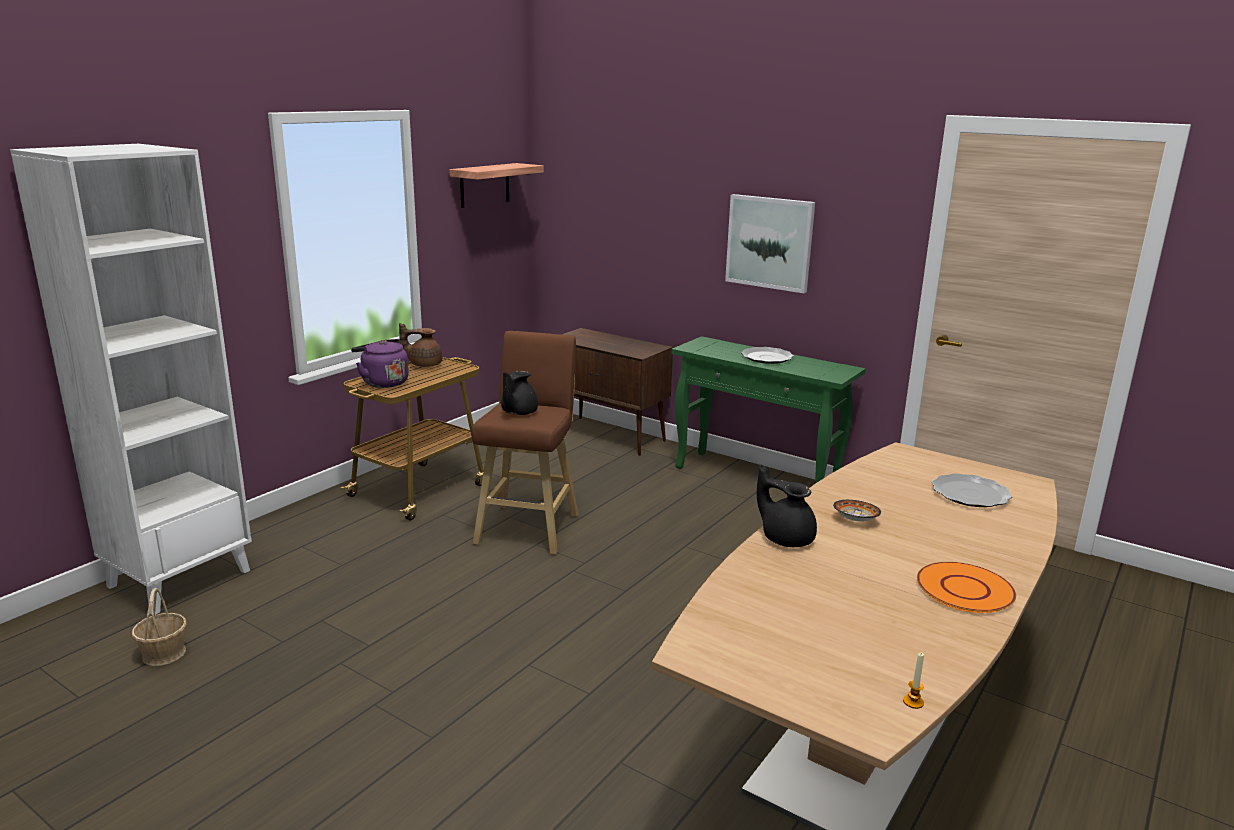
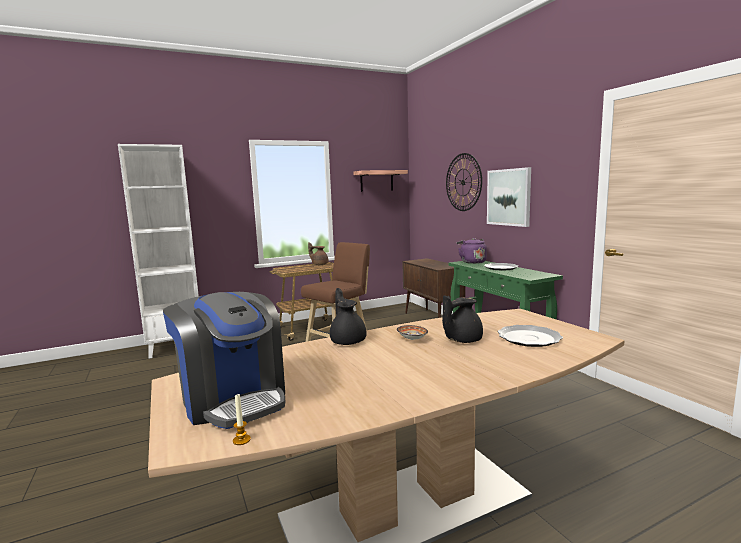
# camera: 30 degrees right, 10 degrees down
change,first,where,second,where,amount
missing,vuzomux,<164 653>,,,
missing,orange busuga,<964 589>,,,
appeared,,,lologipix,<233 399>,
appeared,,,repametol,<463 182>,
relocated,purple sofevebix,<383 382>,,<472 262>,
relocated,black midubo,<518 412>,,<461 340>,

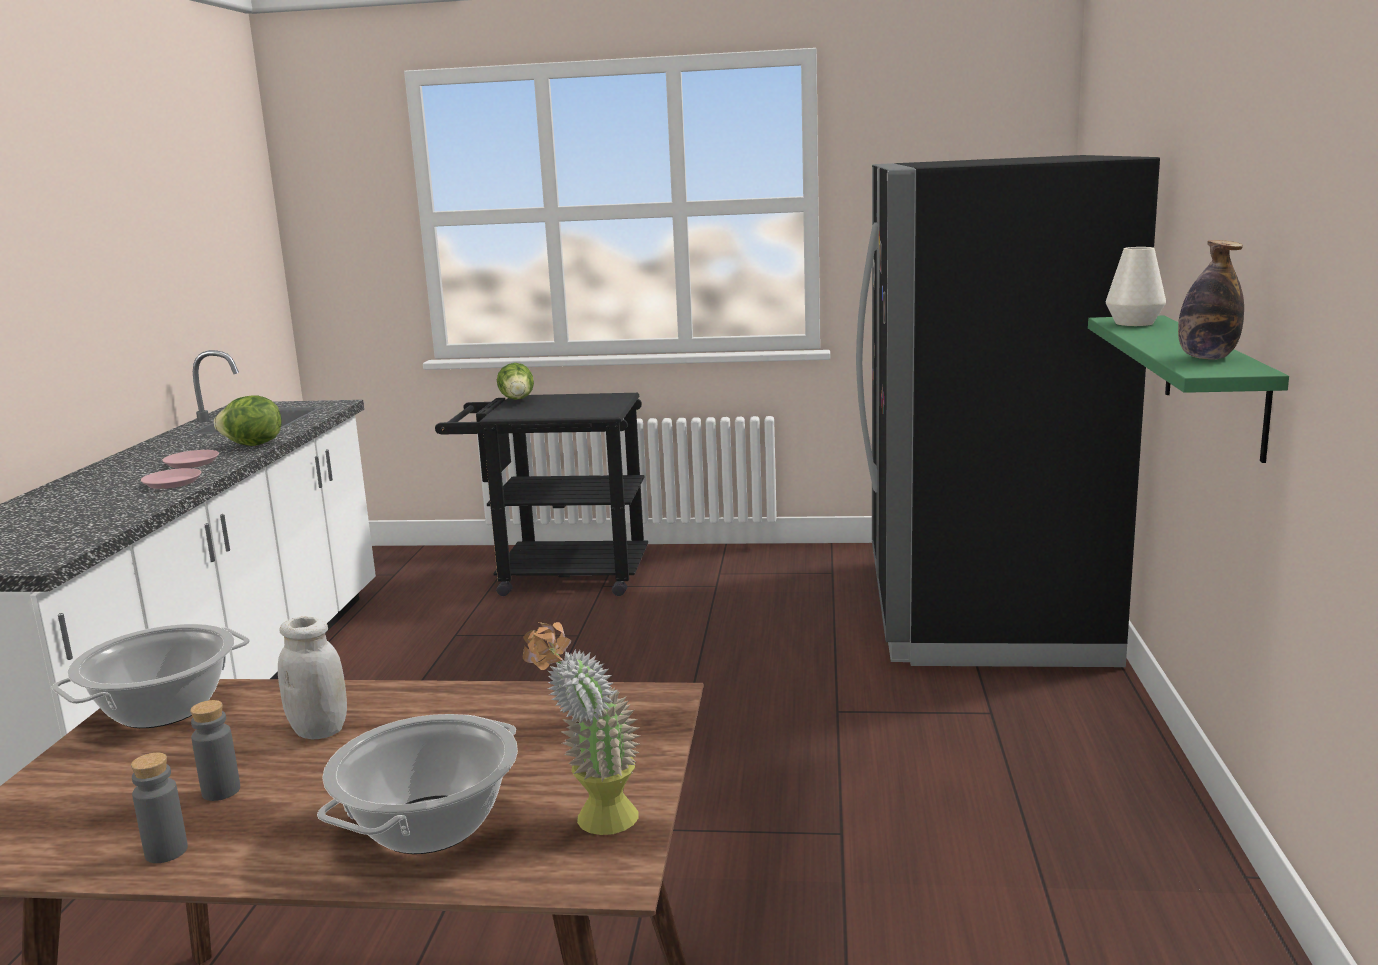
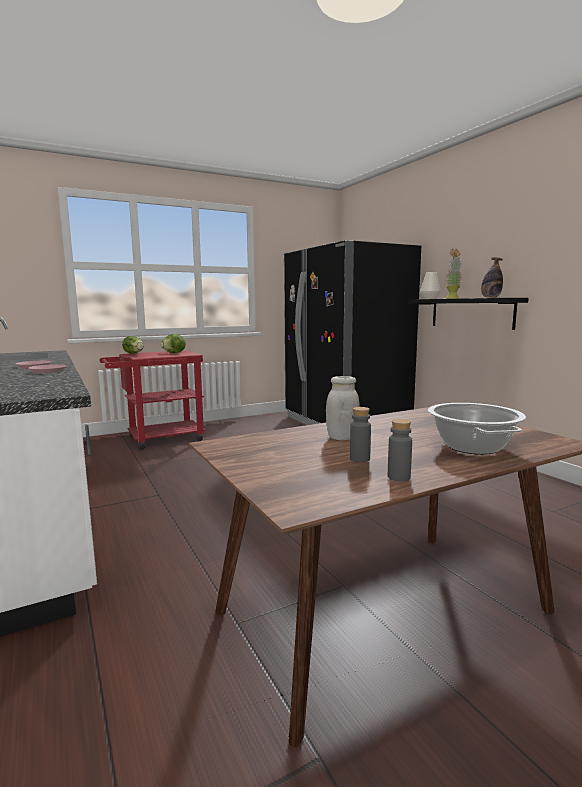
# camera: 35 degrees left, 5 degrees down
change,first,where,second,where,amount
missing,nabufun,<163 709>,,,
relocated,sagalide,<253 445>,,<174 353>,
relocated,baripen,<593 824>,,<452 298>,
colour,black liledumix,<558 576>,red liledumix,<158 439>,
colour,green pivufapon,<1214 382>,black pivufapon,<471 313>,

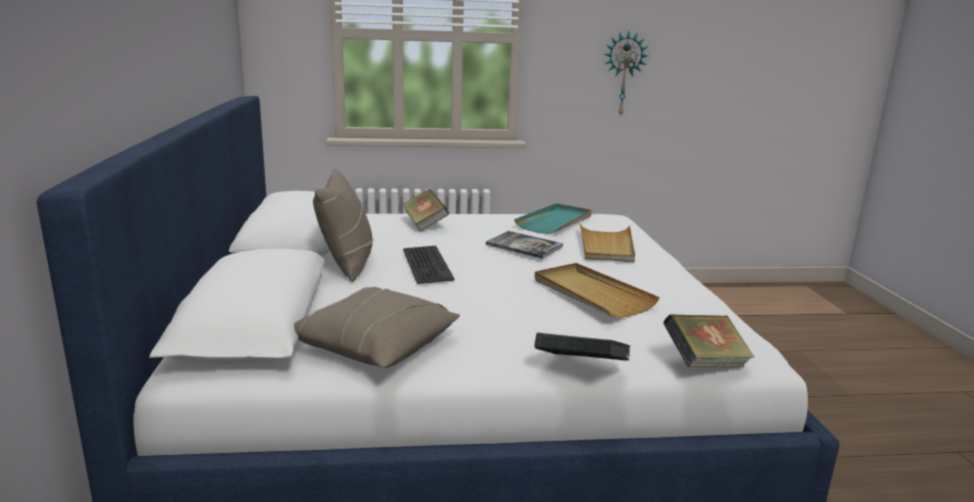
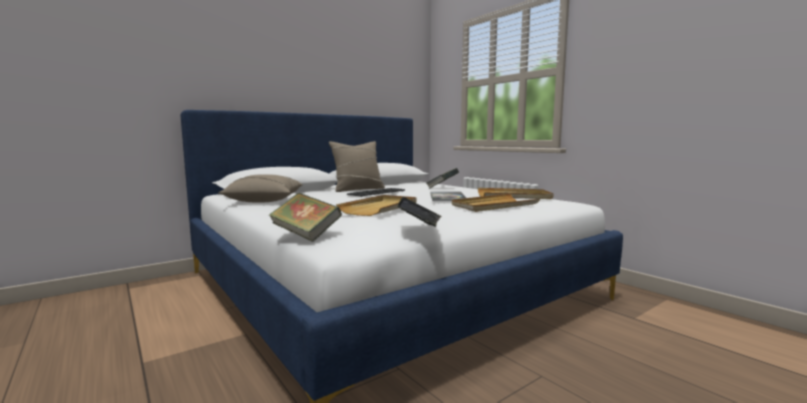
# camera: 60 degrees right, 10 degrees down
change,first,where,second,where,amount
missing,repametol,<623 74>,,,
relocated,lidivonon,<580 370>,,<418 230>,
colour,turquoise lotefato,<555 222>,beige lotefato,<514 196>,

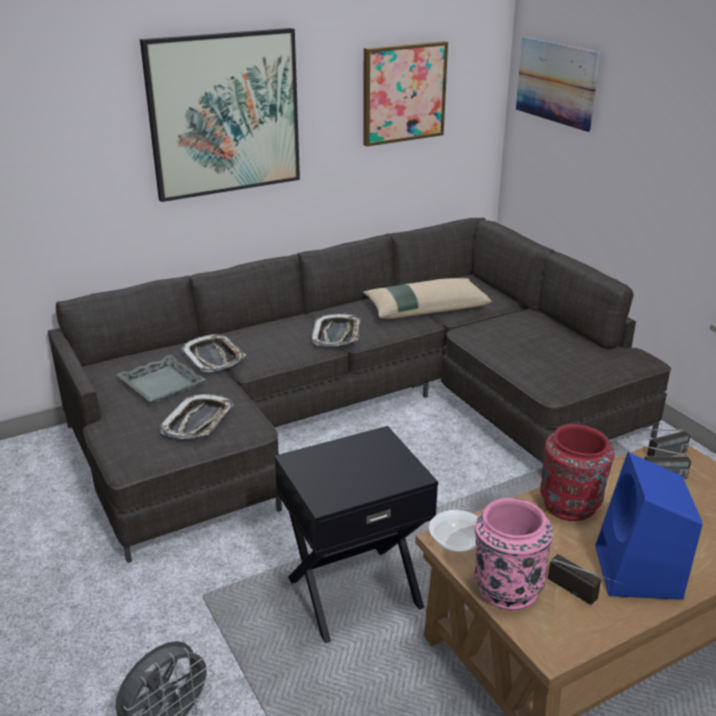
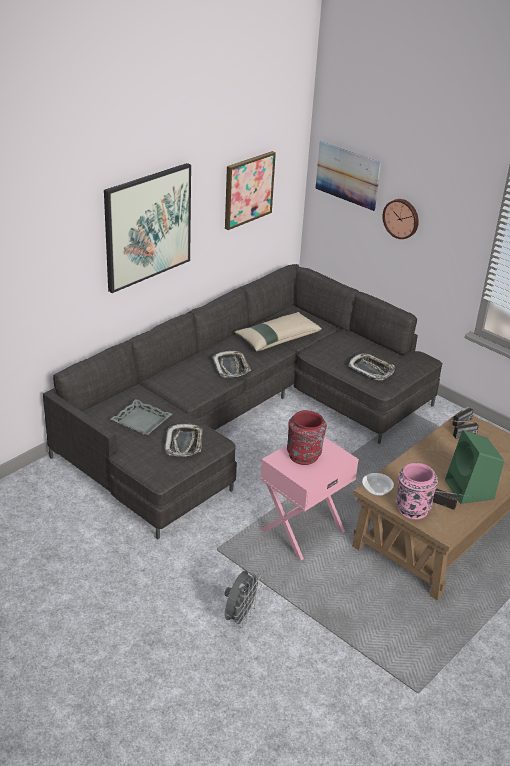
# camera: 20 degrees left, 5 degrees up
change,first,where,second,where,amount
appeared,,,repametol,<401 218>,
relocated,lotefato,<214 357>,,<371 369>,
relocated,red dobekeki,<570 505>,,<304 456>,
colour,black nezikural,<353 592>,pink nezikural,<301 530>,
colour,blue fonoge,<639 573>,green fonoge,<470 490>,

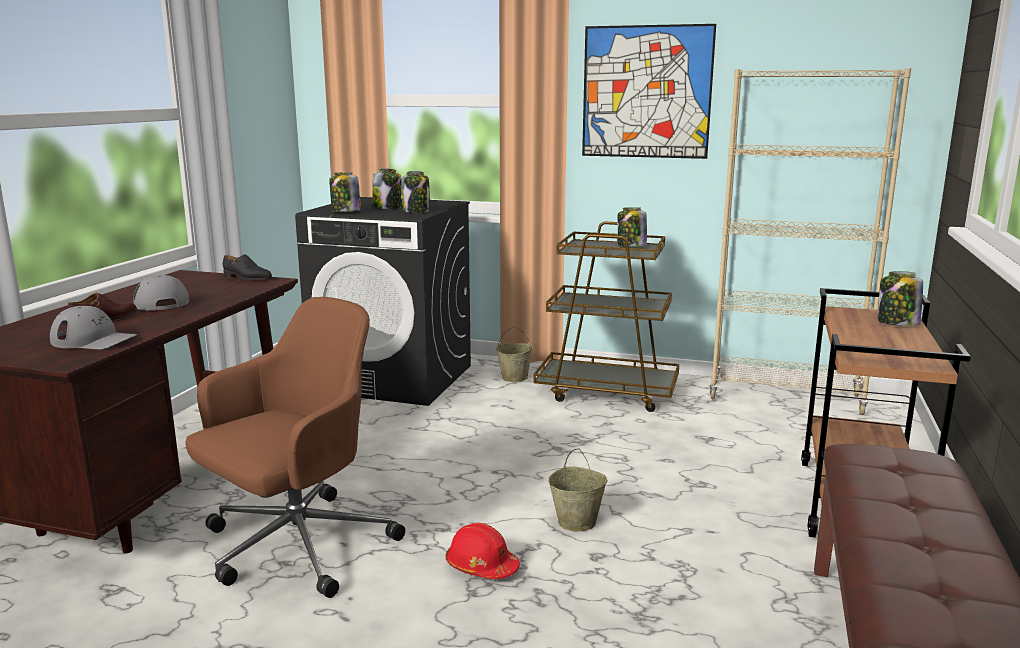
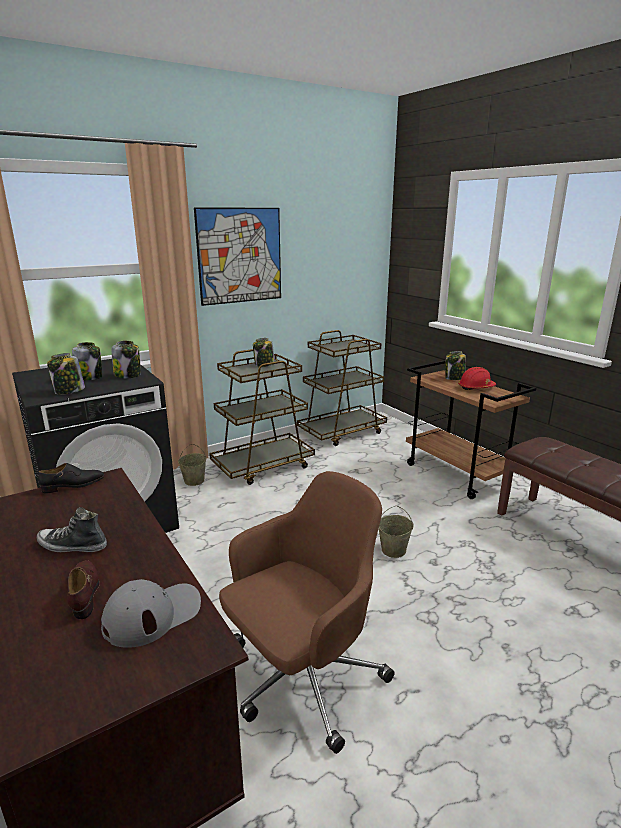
# camera: 50 degrees left, 5 degrees up
change,first,where,second,where,amount
relocated,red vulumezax,<481 566>,,<476 387>,
exchanged,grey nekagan,<160 302>,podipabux,<72 546>,
exchanged,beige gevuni,<785 397>,brown liledumix,<342 432>,
spun,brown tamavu,<295 547>,,<302 677>,60 degrees clockwise

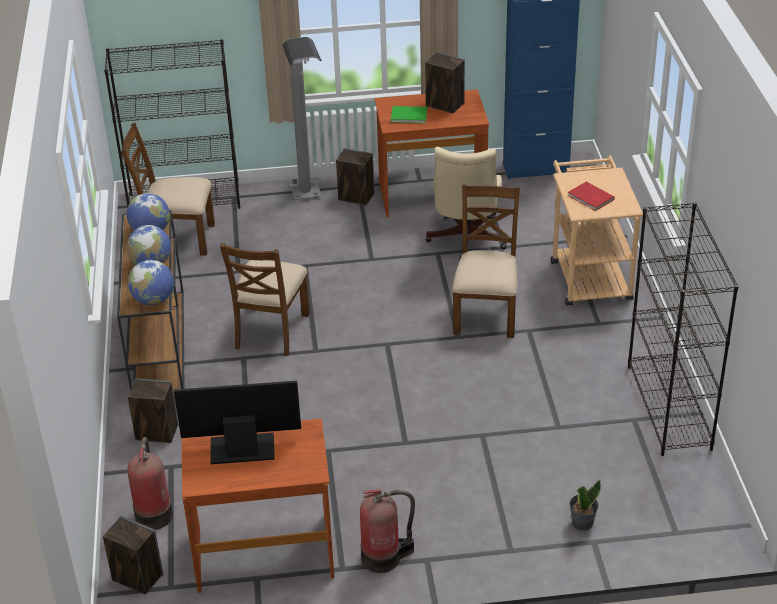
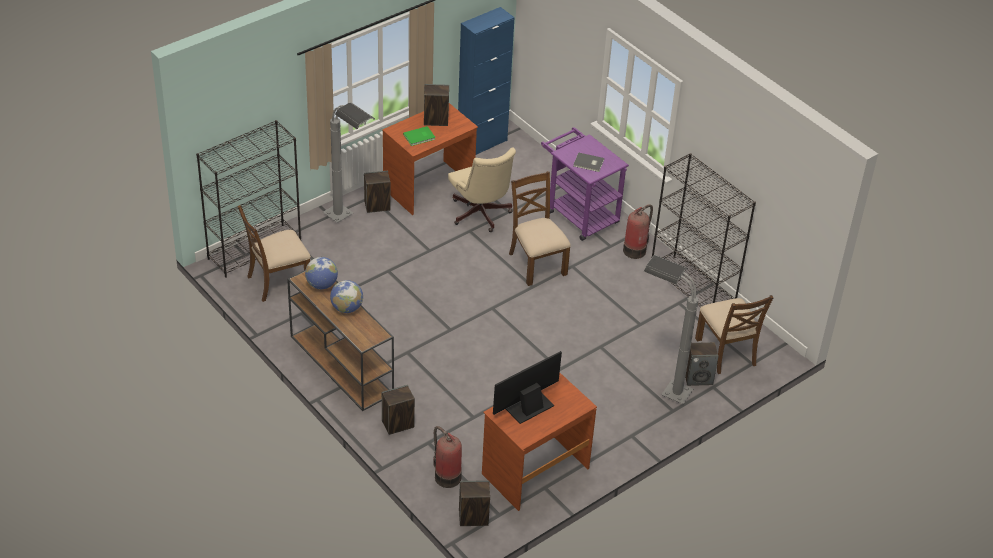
# camera: 35 degrees left, 5 degrees up
change,first,where,second,where,amount
missing,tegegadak,<153 300>,,,
appeared,,,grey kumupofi,<661 387>,
relocated,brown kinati,<271 331>,,<726 352>,
relocated,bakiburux,<384 557>,,<635 250>,
exchanged,baripen,<582 522>,fonoge,<698 378>,
colour,beige liledumix,<588 275>,purple liledumix,<578 214>,
colour,red lidivonon,<590 198>,grey lidivonon,<588 163>,

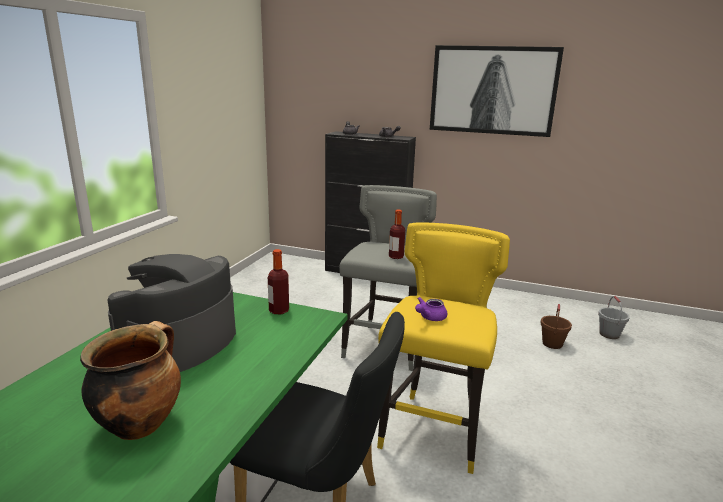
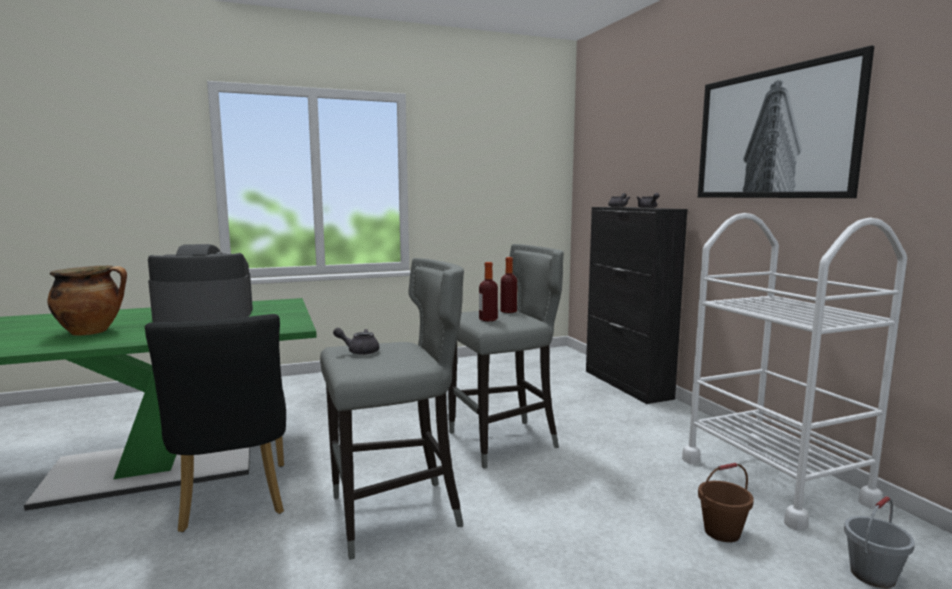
# camera: 50 degrees right, 10 degrees down
change,first,where,second,where,amount
appeared,,,white liledumix,<773 481>,
relocated,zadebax,<279 310>,,<508 311>,
colour,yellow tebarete,<434 430>,grey tebarete,<396 514>,
colour,purple midubo,<429 317>,grey midubo,<359 351>,

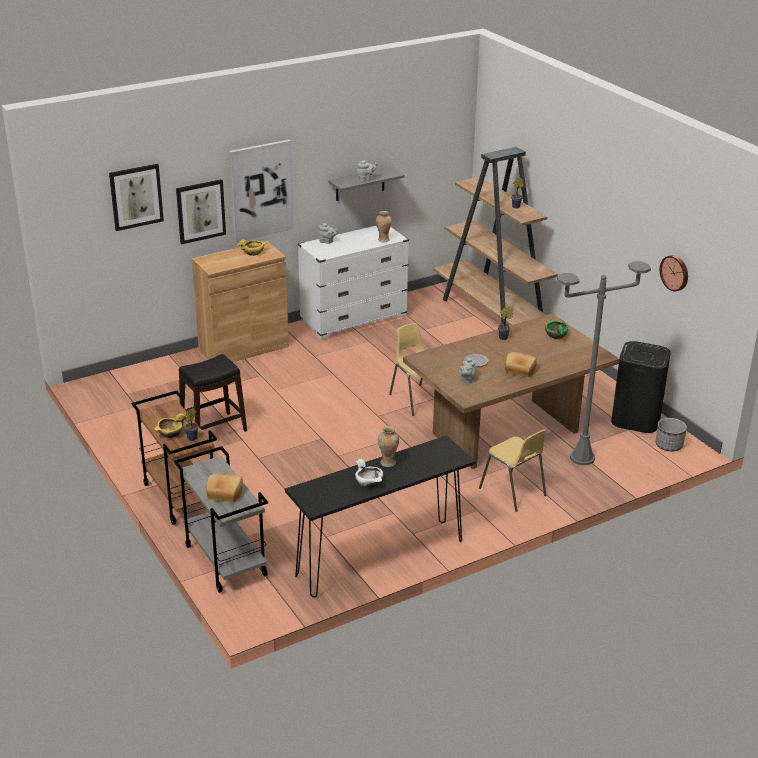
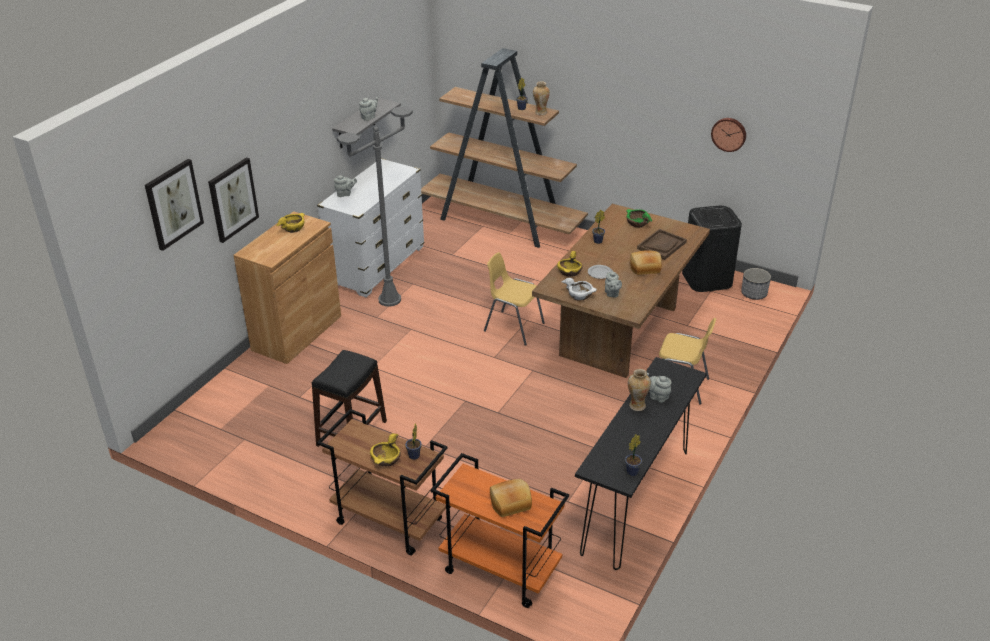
# camera: 30 degrees left, 5 degrees up
change,first,where,second,where,amount
missing,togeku,<261 190>,,,
appeared,,,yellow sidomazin,<569 272>,
appeared,,,baripen,<633 471>,
appeared,,,brown lotefato,<661 245>,
appeared,,,grey midubo,<657 396>,
relocated,white sidomazin,<369 482>,,<580 295>,
relocated,dobekeki,<383 240>,,<540 112>,
relocated,grey kumupofi,<582 458>,,<389 300>,
colour,grey liledumix,<224 560>,orange liledumix,<499 570>,

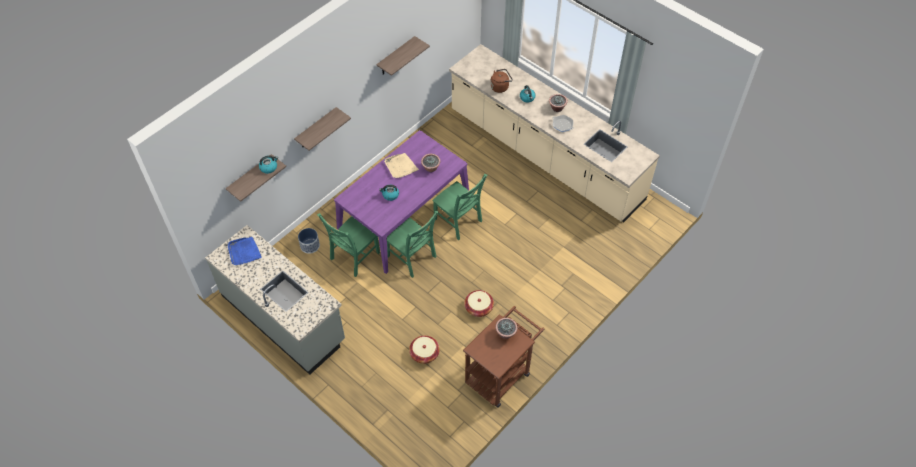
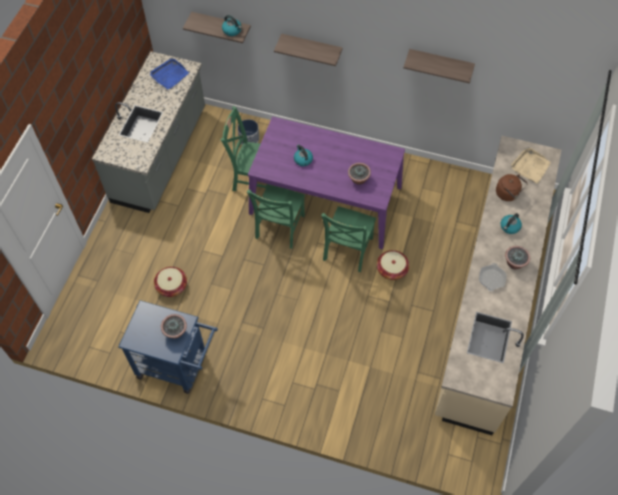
# camera: 65 degrees right, 5 degrees up
change,first,where,second,where,amount
relocated,beige lotefato,<400 167>,,<530 166>,
relocated,vuzomux,<478 307>,,<392 269>,
colour,brown liledumix,<501 373>,blue liledumix,<178 366>,

